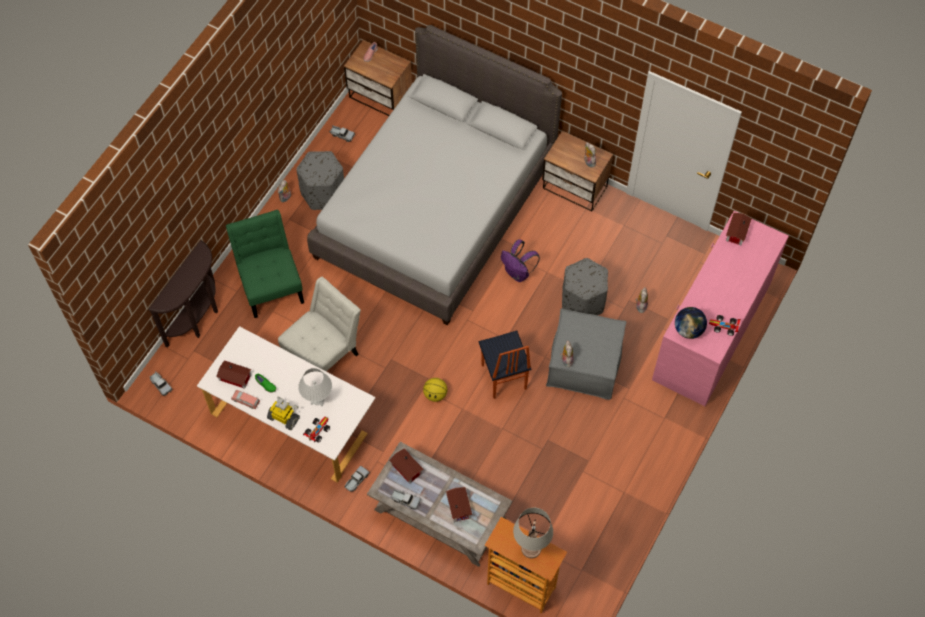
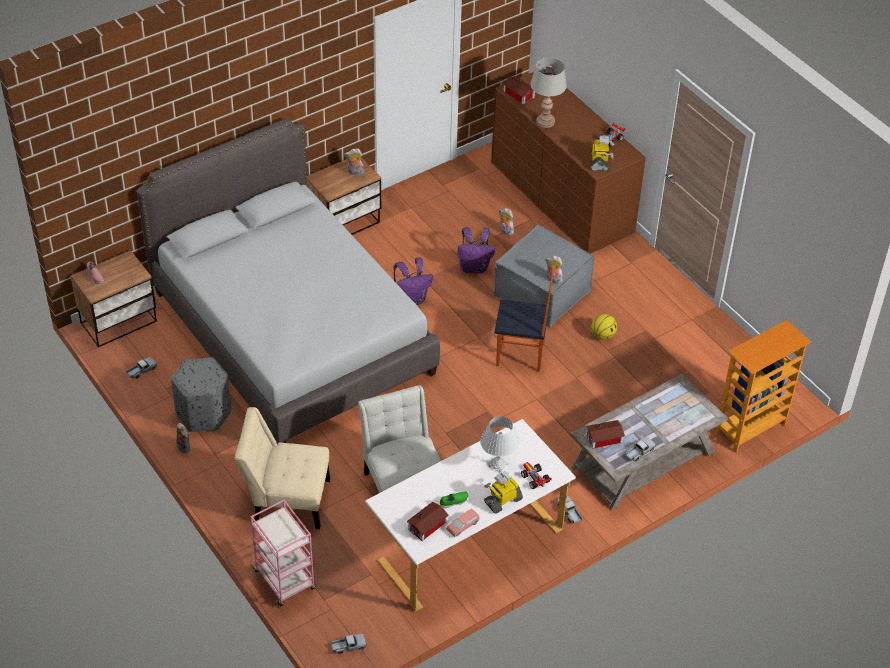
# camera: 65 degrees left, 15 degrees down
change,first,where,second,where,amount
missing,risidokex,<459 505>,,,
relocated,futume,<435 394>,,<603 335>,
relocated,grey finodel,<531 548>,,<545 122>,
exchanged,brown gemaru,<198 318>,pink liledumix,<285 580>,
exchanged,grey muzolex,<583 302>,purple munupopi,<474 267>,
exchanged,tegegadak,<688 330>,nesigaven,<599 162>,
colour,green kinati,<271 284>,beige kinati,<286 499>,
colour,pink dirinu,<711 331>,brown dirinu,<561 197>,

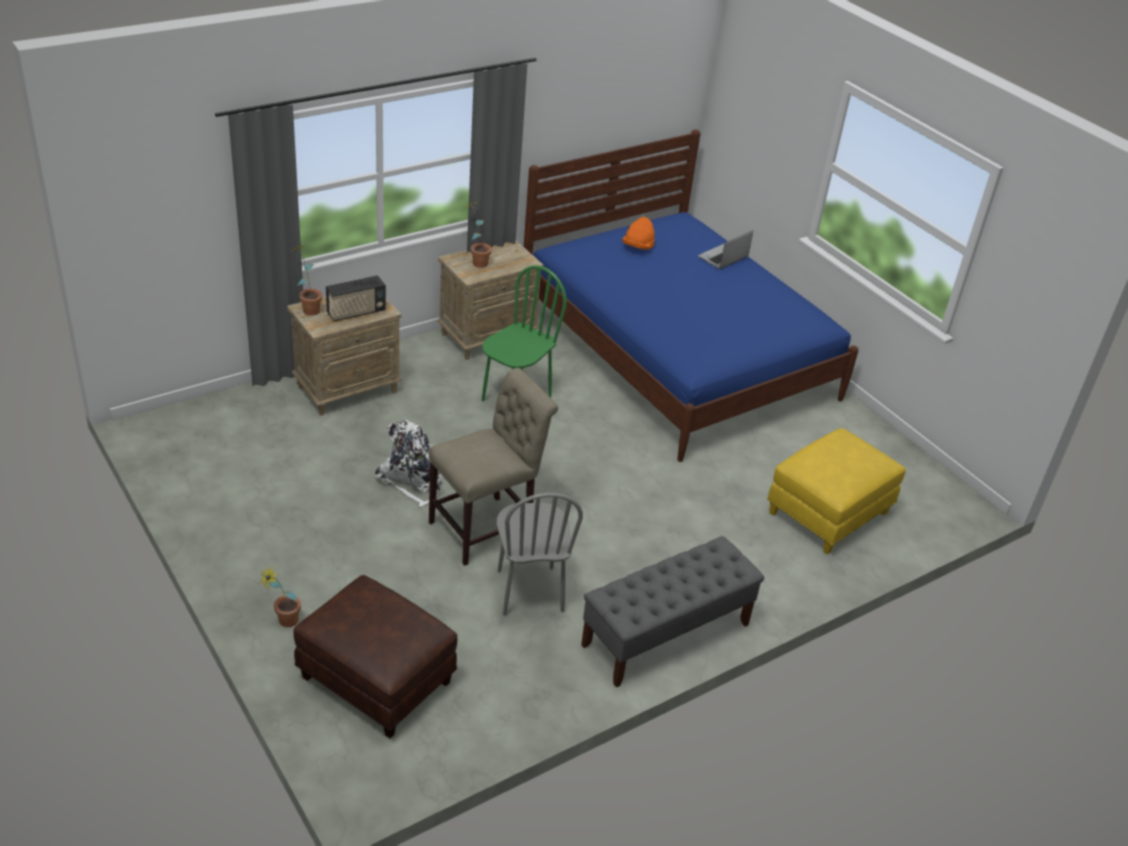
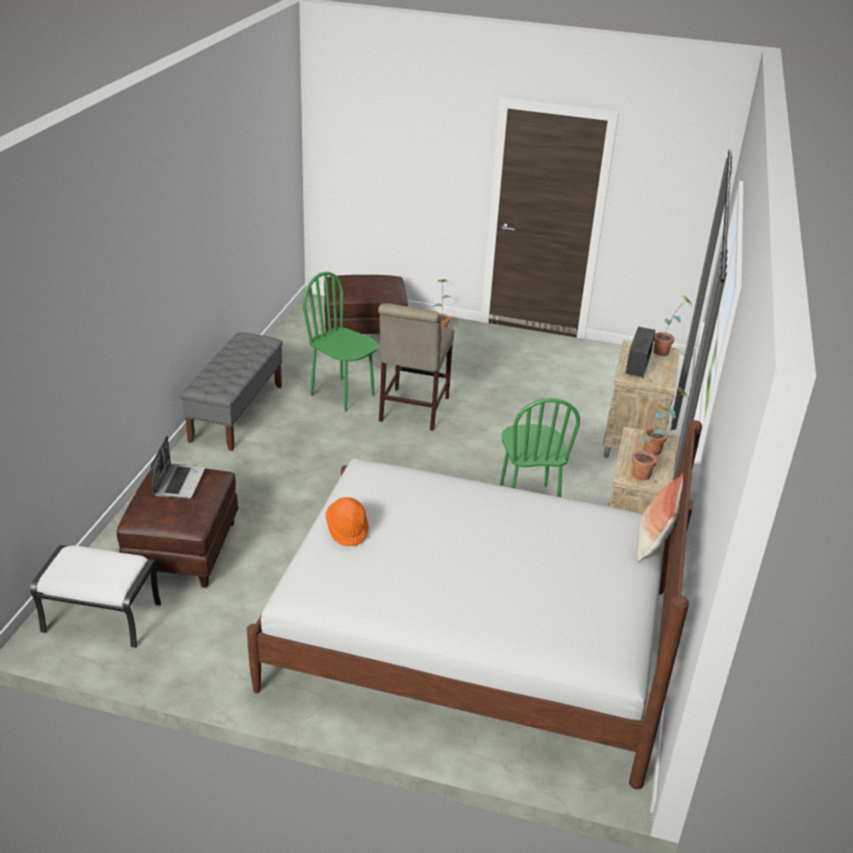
# camera: 140 degrees right, 5 degrees down
change,first,where,second,where,amount
missing,white munupopi,<412 479>,,,
appeared,,,white muzolex,<100 618>,
appeared,,,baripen,<645 472>,
appeared,,,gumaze,<653 543>,
relocated,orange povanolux,<638 247>,,<347 530>,
relocated,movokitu,<723 258>,,<179 482>,
colour,grey kinati,<529 591>,green kinati,<343 395>,
colour,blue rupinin,<677 354>,white rupinin,<470 637>,
colour,yellow muzolex,<828 514>,brown muzolex,<182 549>,

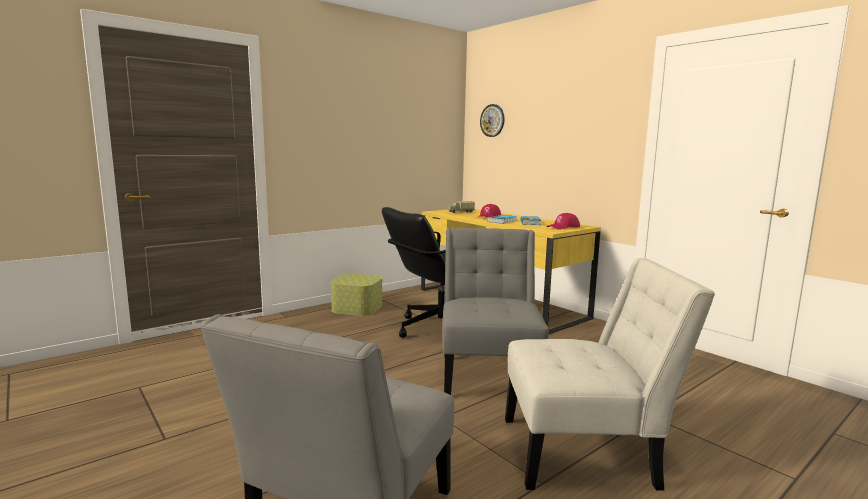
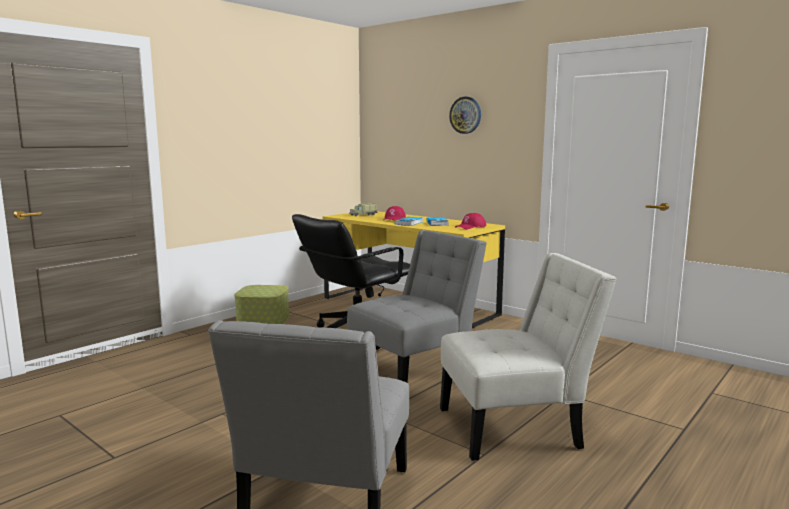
# camera: 10 degrees left, 0 degrees up
change,first,where,second,where,amount
relocated,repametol,<492 120>,,<465 115>,
spun,grey kinati,<489 373>,,<415 371>,60 degrees clockwise

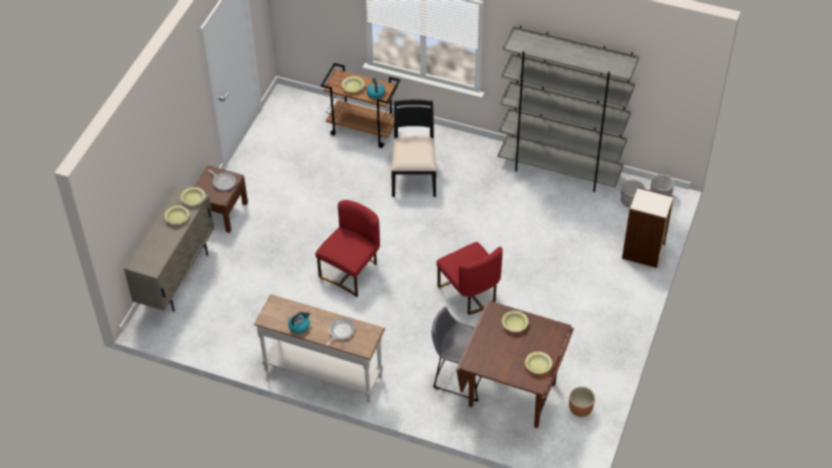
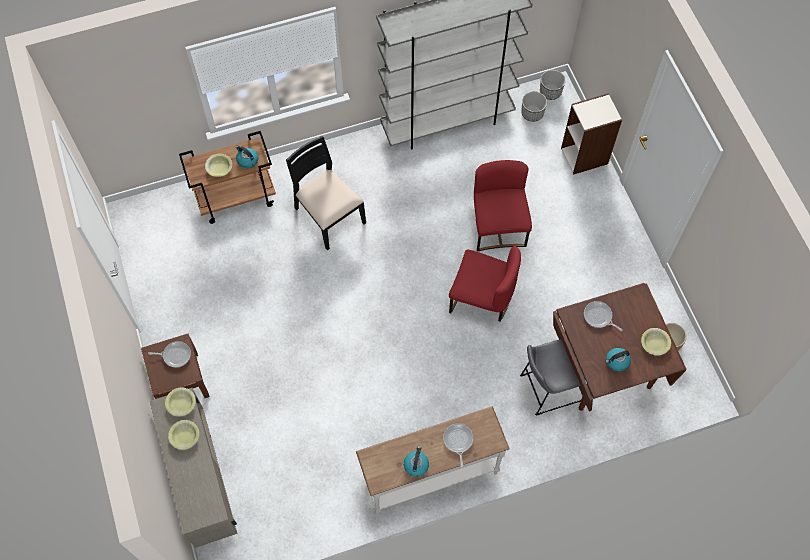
# camera: 40 degrees left, 15 degrees up
change,first,where,second,where,amount
appeared,,,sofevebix,<616 362>,
relocated,red kinati,<351 272>,,<498 227>,
exchanged,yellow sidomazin,<514 324>,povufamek,<599 317>,

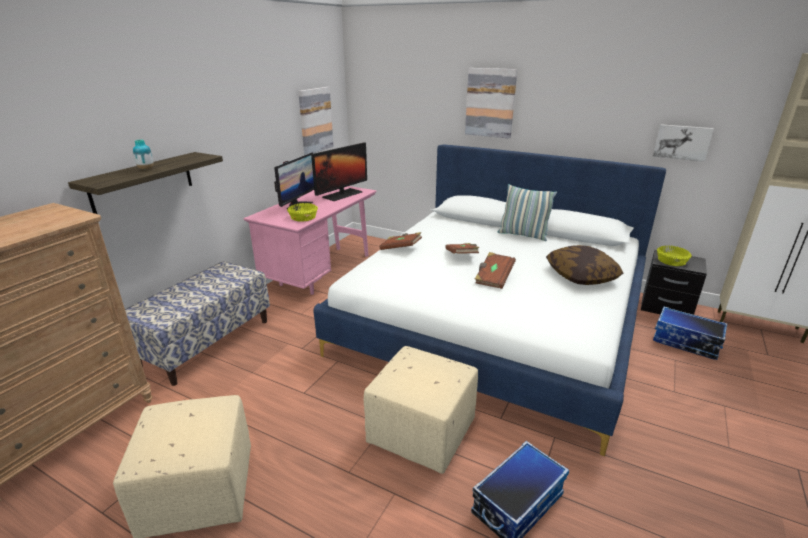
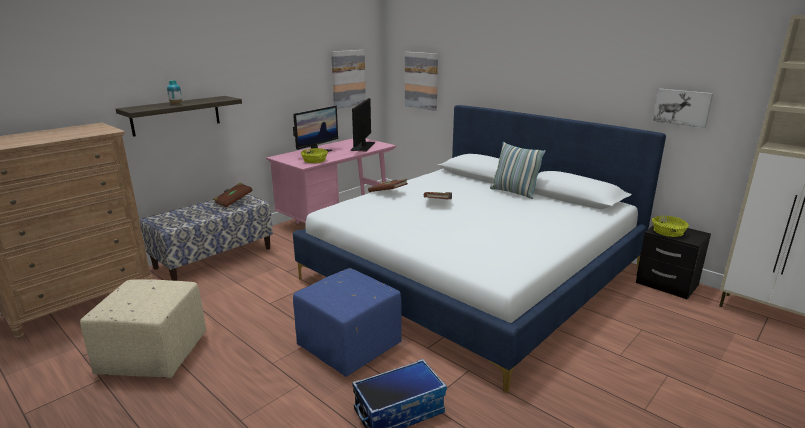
# camera: 15 degrees right, 5 degrees down
change,first,where,second,where,amount
missing,gumaze,<581 276>,,,
missing,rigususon,<685 343>,,,
relocated,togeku,<490 103>,,<421 80>,
relocated,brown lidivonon,<493 278>,,<233 201>,
colour,beige muzolex,<423 433>,blue muzolex,<350 347>,
spun,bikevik,<342 194>,,<363 146>,135 degrees clockwise

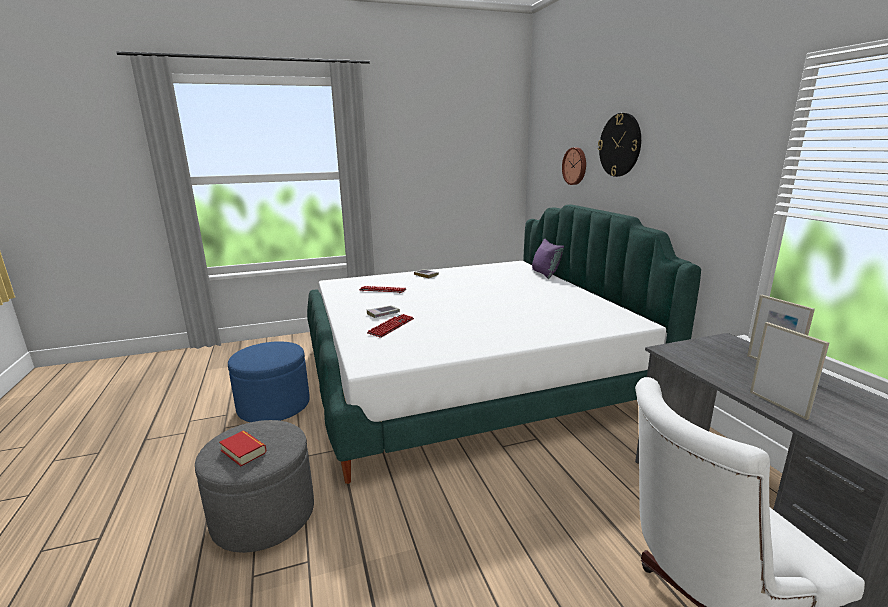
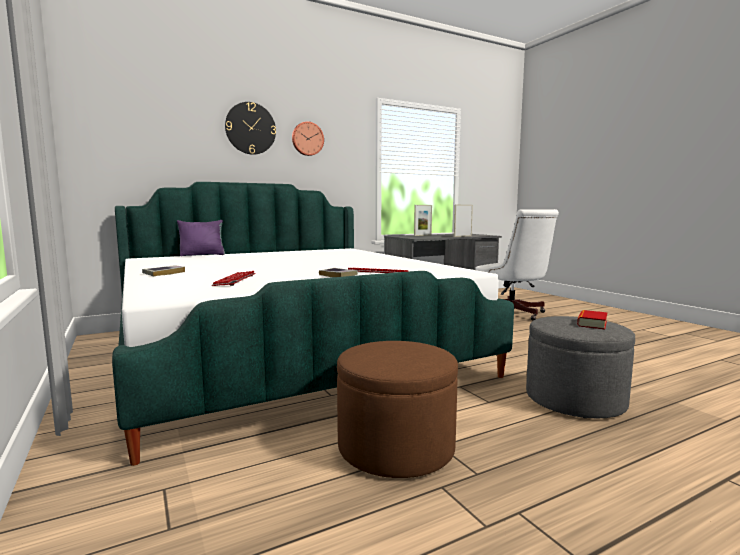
# camera: 100 degrees left, 10 degrees down
change,first,where,second,where,amount
relocated,repametol,<575 166>,,<307 139>,
colour,blue muzolex,<274 406>,brown muzolex,<396 447>,

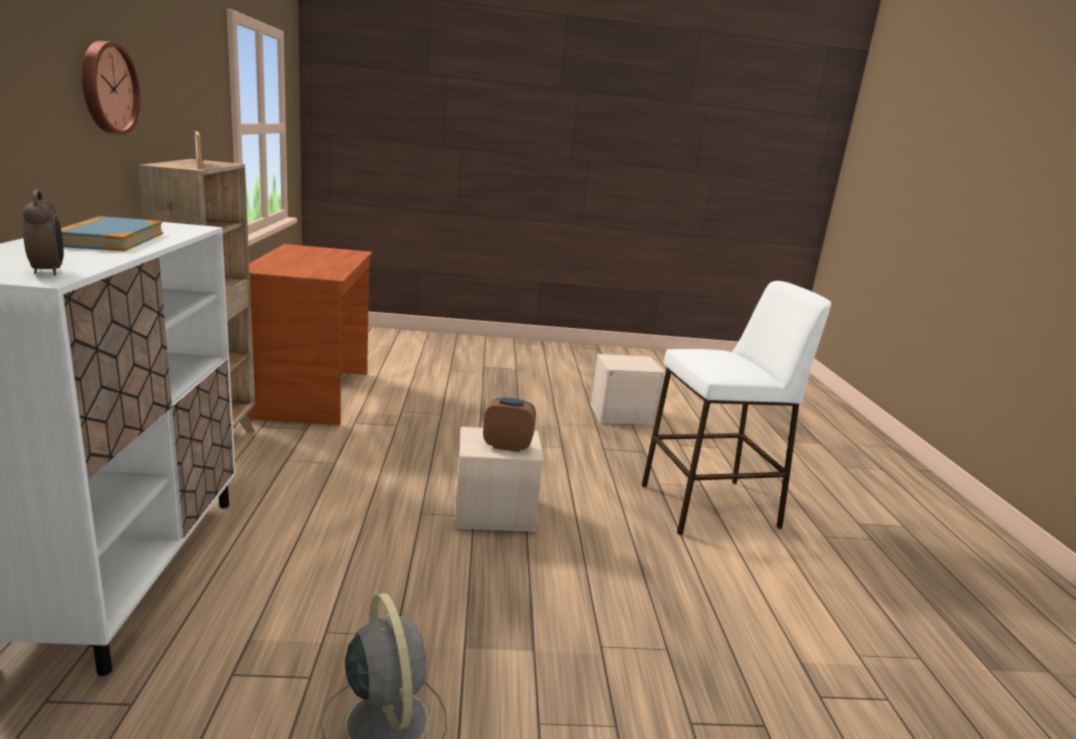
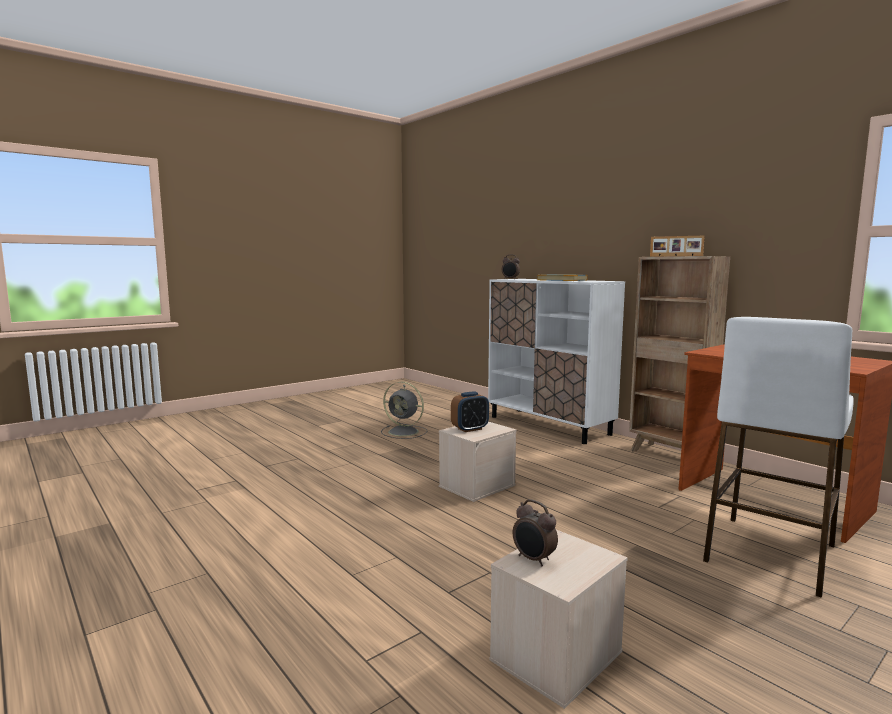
# camera: 145 degrees right, 10 degrees down
change,first,where,second,where,amount
missing,repametol,<107 88>,,,
appeared,,,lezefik,<533 559>,
relocated,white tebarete,<710 506>,,<770 553>,

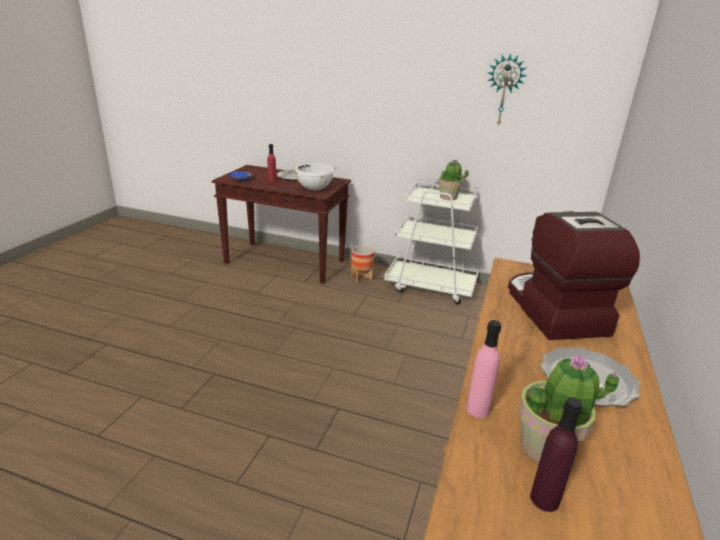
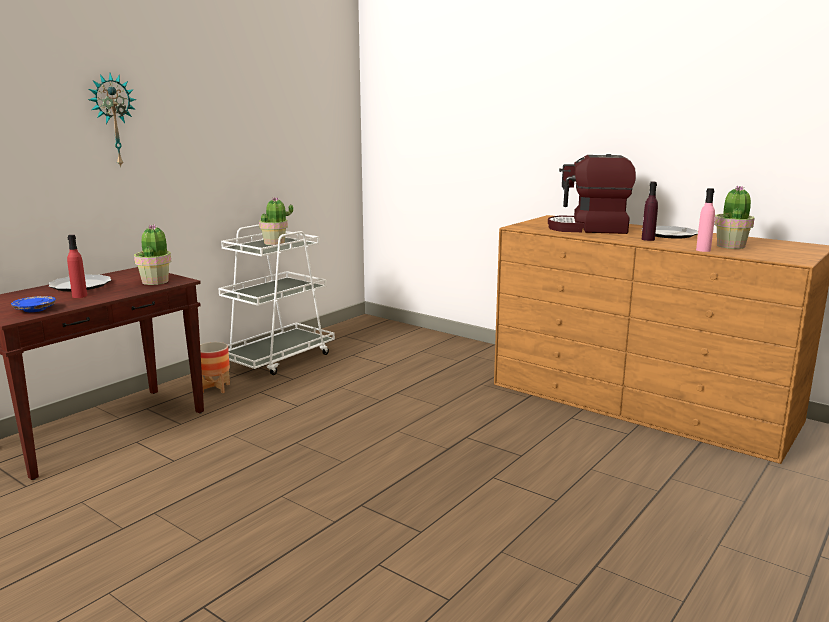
# camera: 70 degrees left, 10 degrees down
change,first,where,second,where,amount
relocated,repametol,<504 90>,,<113 120>,
relocated,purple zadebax,<544 499>,,<648 239>,
exchanged,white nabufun,<314 189>,baripen,<155 281>,

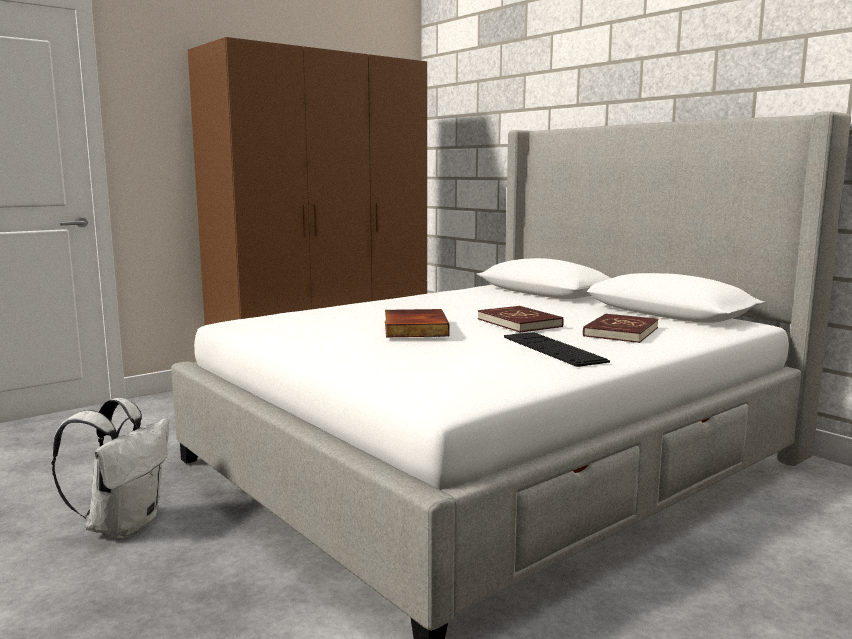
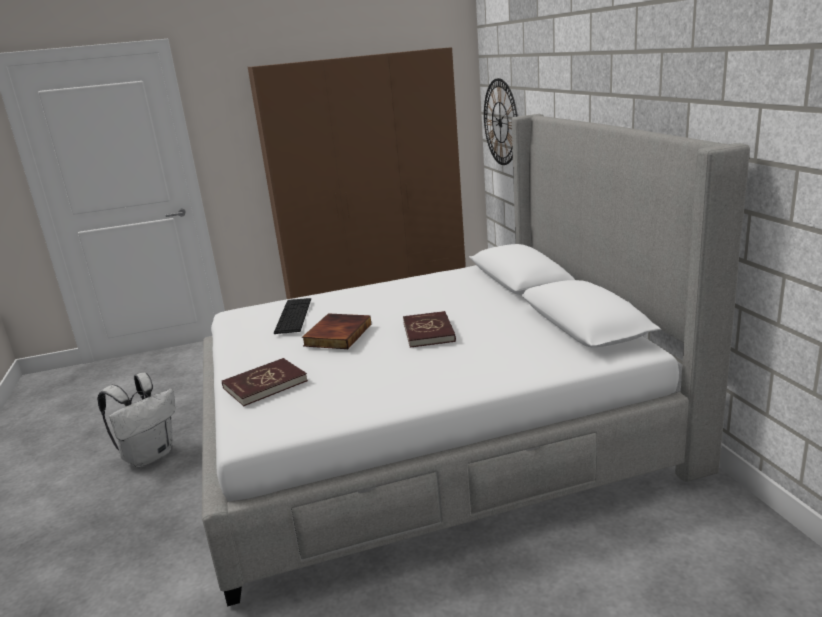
# camera: 25 degrees right, 10 degrees up
change,first,where,second,where,amount
appeared,,,repametol,<500 122>,
relocated,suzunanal,<553 349>,,<293 315>,
relocated,red lidivonon,<620 332>,,<265 384>,

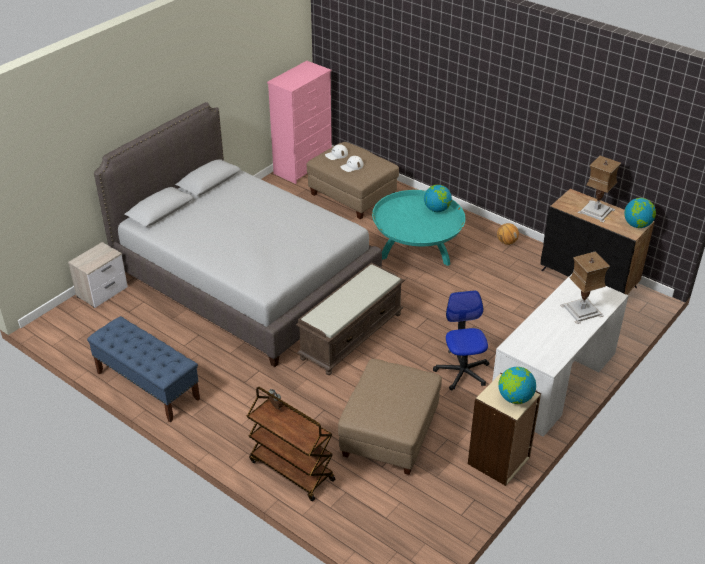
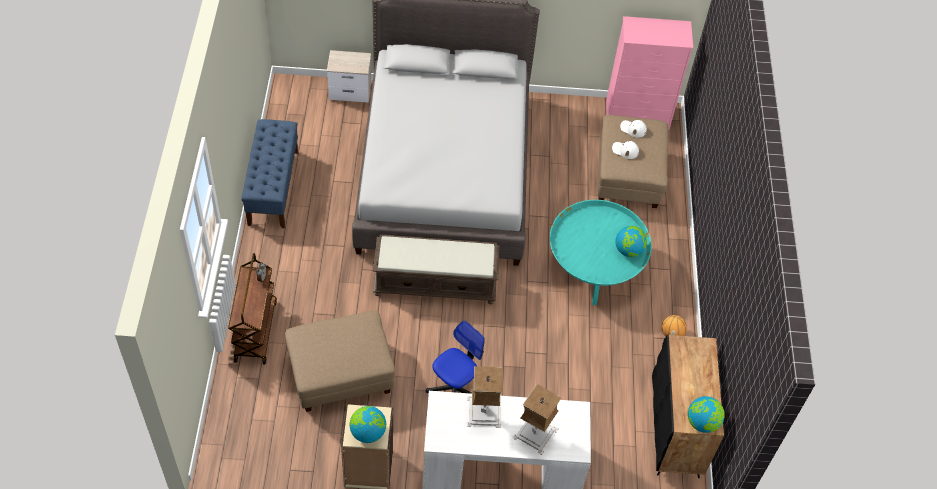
# camera: 50 degrees right, 15 degrees up
change,first,where,second,where,amount
relocated,finodel,<596 210>,,<484 411>,

